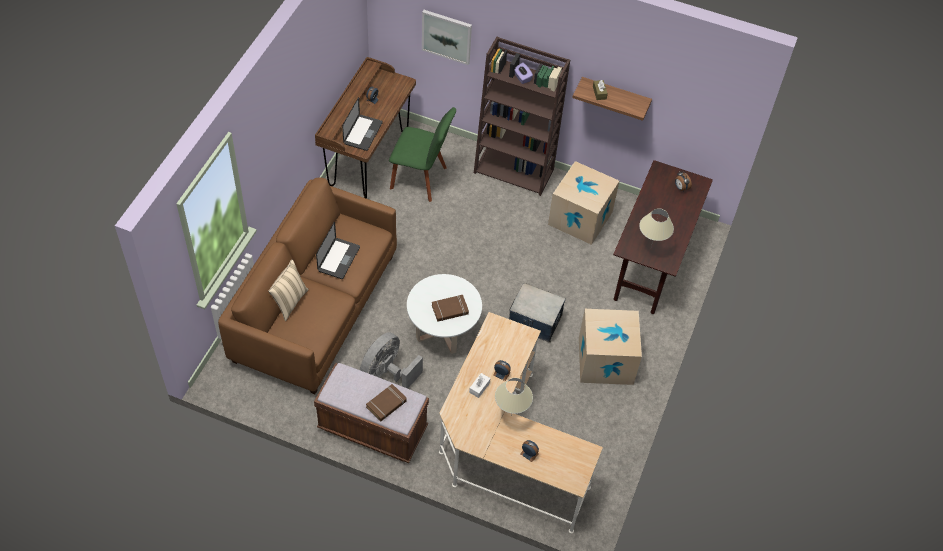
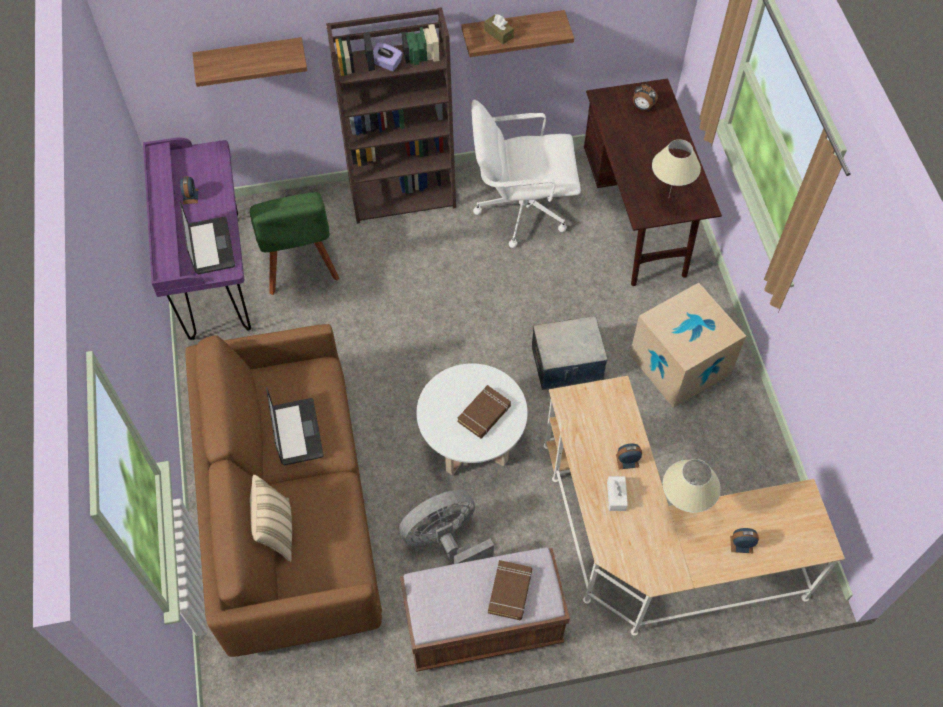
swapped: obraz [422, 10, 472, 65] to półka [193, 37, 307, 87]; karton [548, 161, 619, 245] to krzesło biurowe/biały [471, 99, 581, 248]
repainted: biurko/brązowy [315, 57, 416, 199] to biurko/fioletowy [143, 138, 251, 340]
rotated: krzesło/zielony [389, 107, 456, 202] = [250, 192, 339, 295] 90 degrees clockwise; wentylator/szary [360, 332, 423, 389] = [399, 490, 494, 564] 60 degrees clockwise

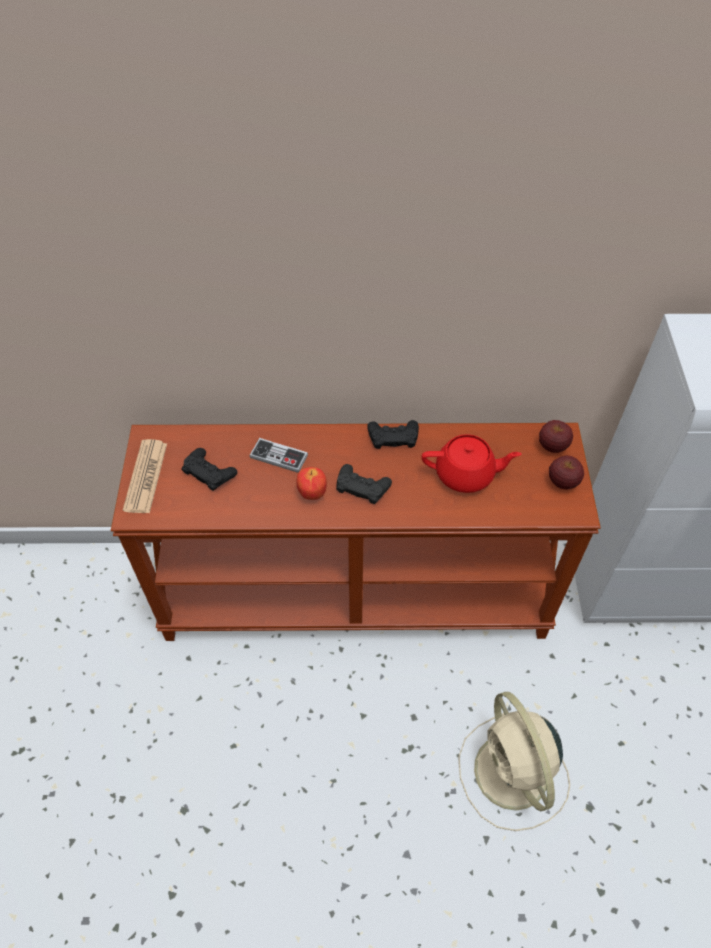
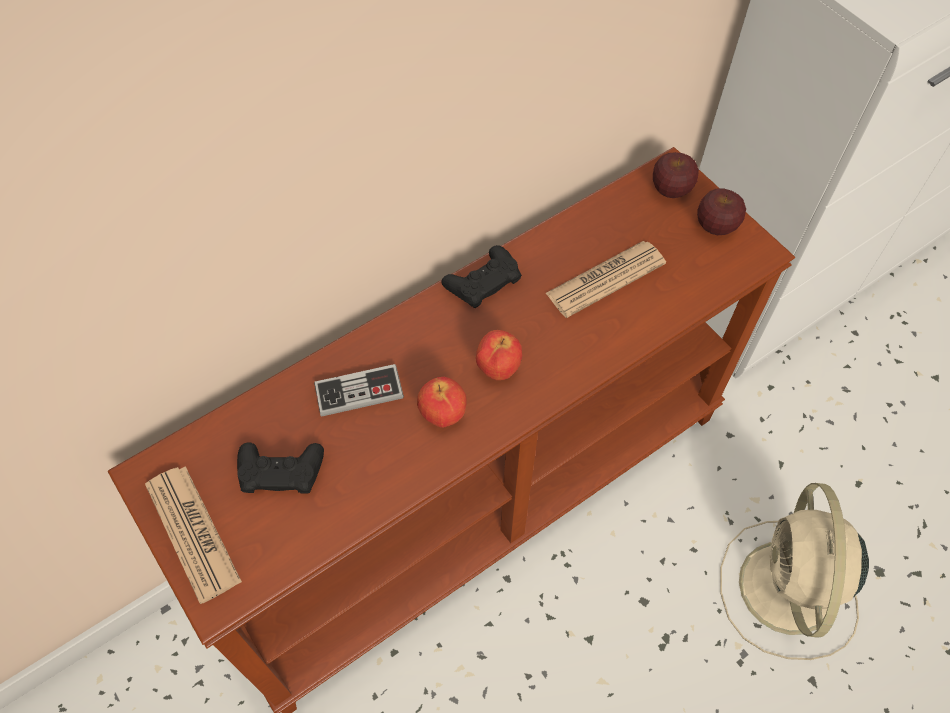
swapped: imbryk/czerwony [421, 434, 522, 493] to gazeta [545, 241, 666, 318]; pad do gier/czarny [336, 464, 392, 504] to jabłko [476, 330, 522, 380]
rotated: wentylator/beżowy [458, 692, 570, 831] = [720, 483, 869, 660] 60 degrees clockwise

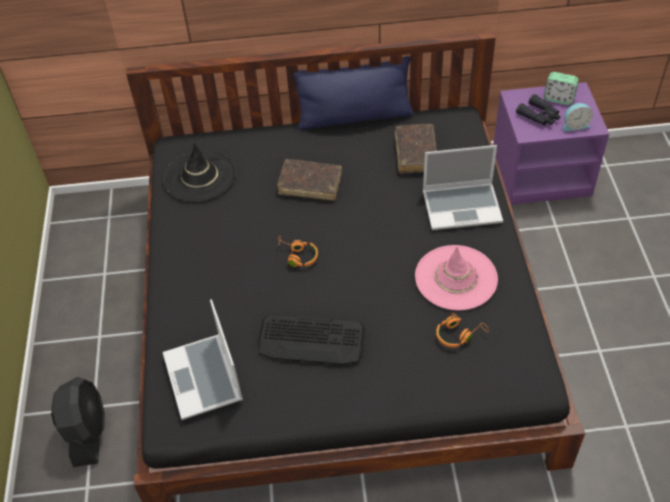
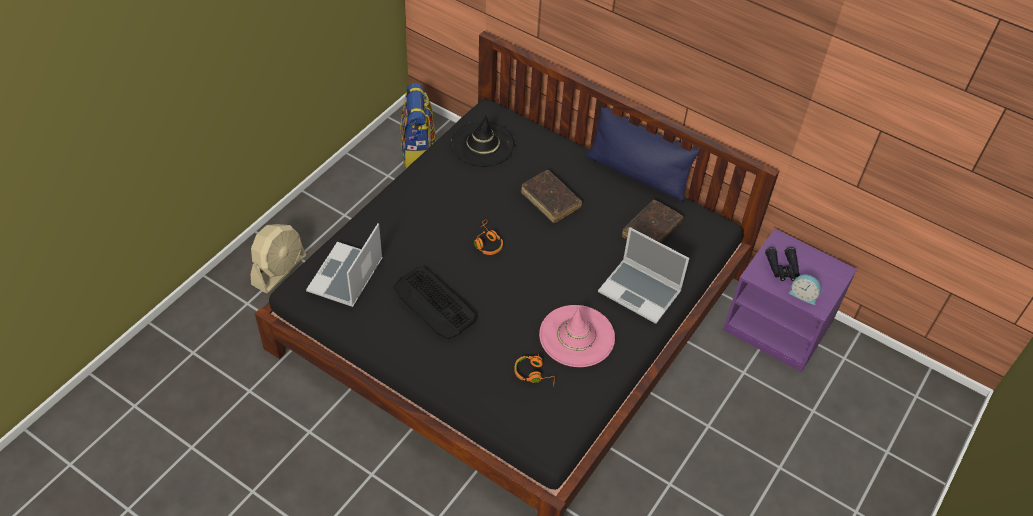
gone: budzik [544, 72, 579, 105]
new: plecak [400, 83, 436, 168]
repainted: wentylator/czarny [51, 377, 105, 467] to wentylator/beżowy [251, 224, 306, 294]

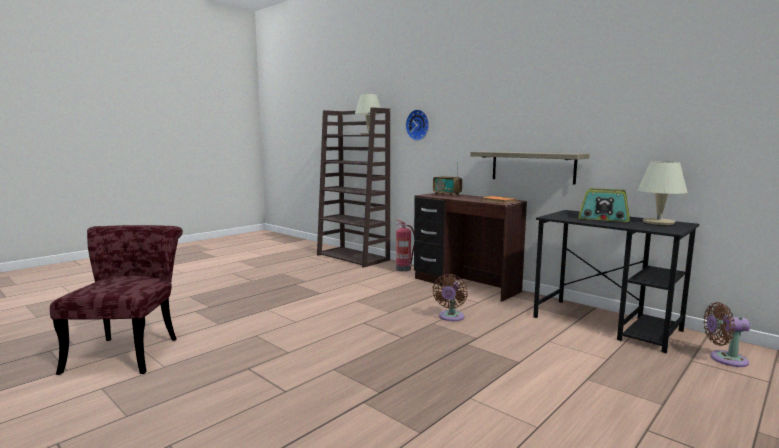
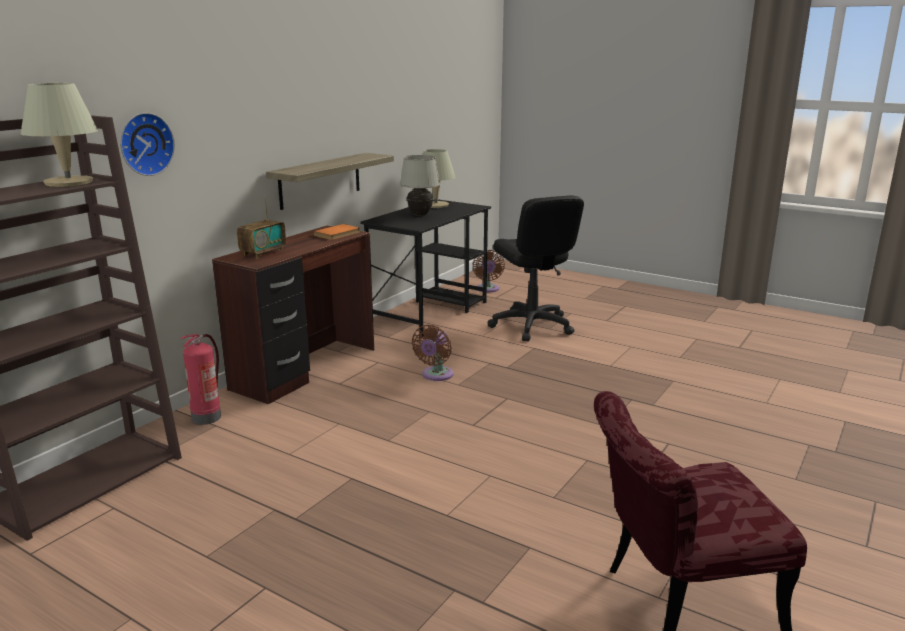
new: krzesło biurowe/czarny [488, 195, 584, 341]
swapped: radio [578, 188, 630, 222] to lampa stołowa/biały [400, 155, 440, 216]
rotated: wentylator/brązowy [433, 274, 468, 321] = [412, 325, 453, 381] 105 degrees clockwise

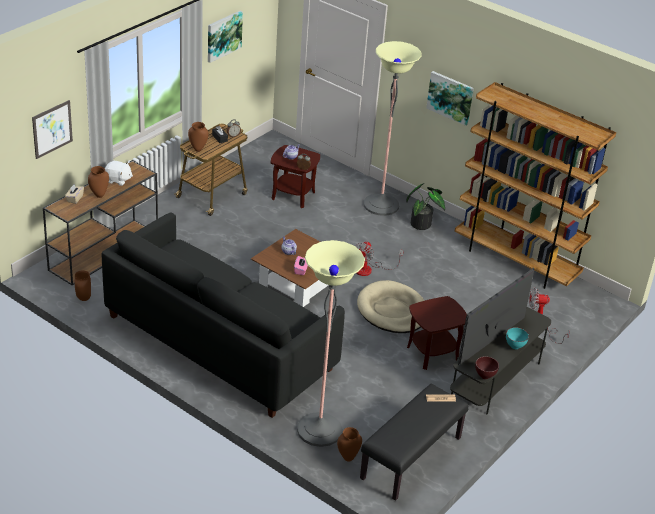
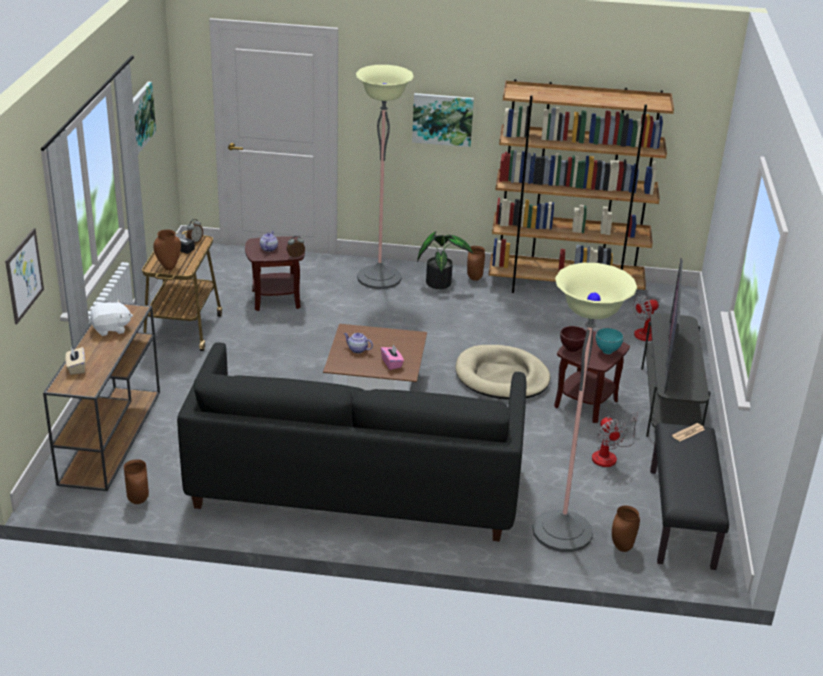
shifted: wazon/brązowy [88, 166, 109, 198] to [467, 246, 485, 281]; wentylator [355, 241, 404, 276] to [592, 413, 638, 467]; miska/turkusowy [506, 327, 529, 349] to [596, 328, 624, 354]; miska/brązowy [475, 356, 499, 379] to [560, 326, 587, 352]

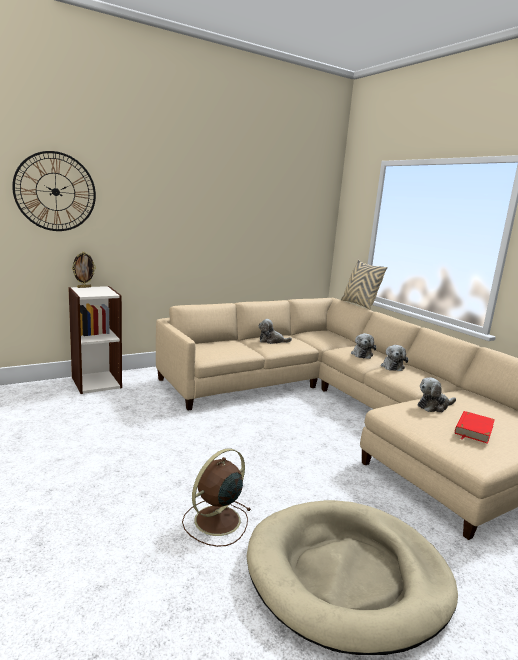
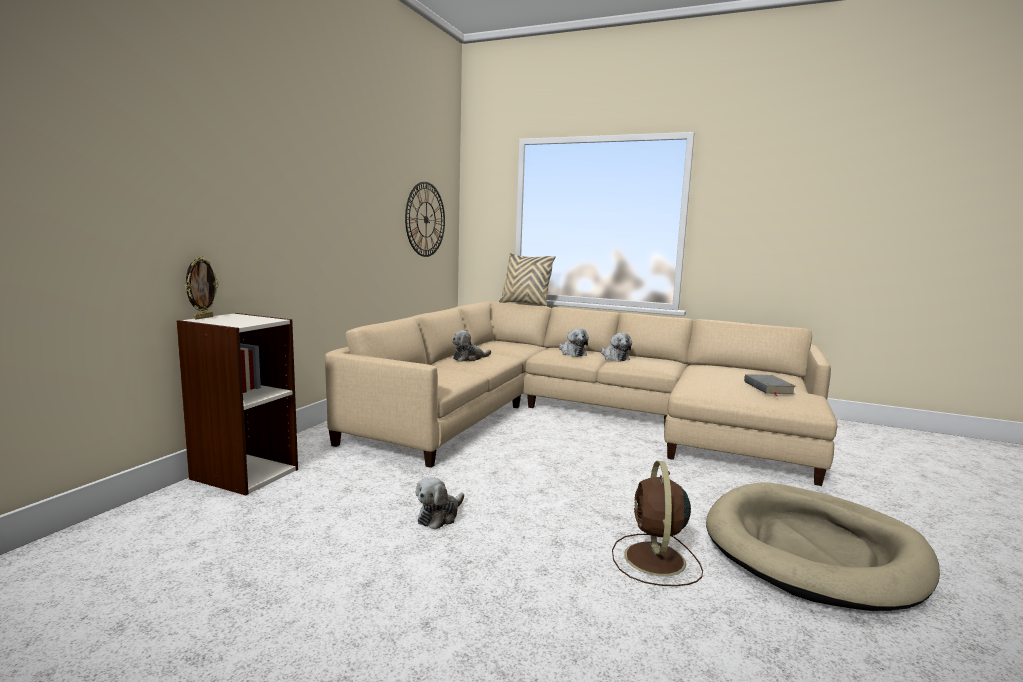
shifted: zegar ścienny [12, 151, 96, 231] to [405, 182, 445, 257]; pluszak [418, 378, 456, 412] to [416, 477, 464, 530]
repainted: książka/czerwony [455, 411, 495, 444] to książka/szary [744, 374, 796, 396]

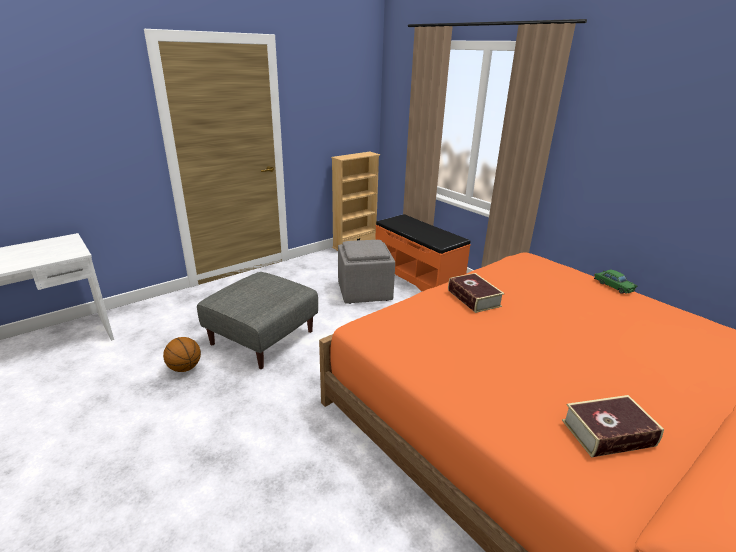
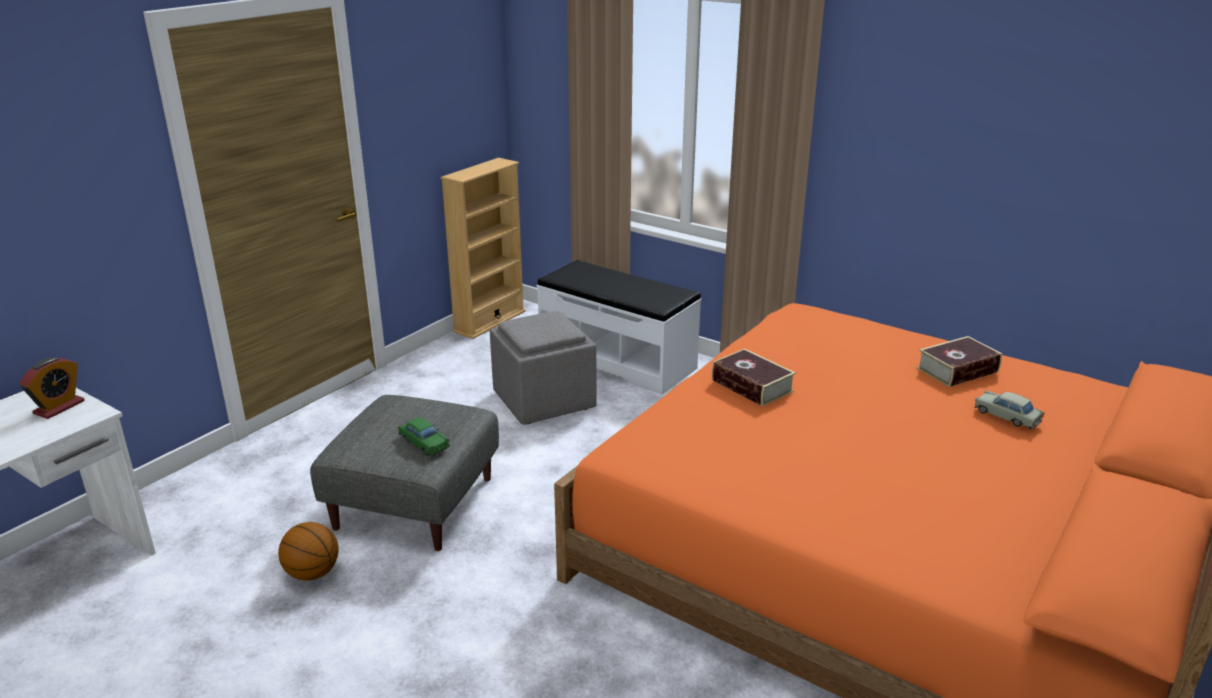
new: budzik [19, 357, 85, 419]; samochodzik/beżowy [975, 390, 1044, 429]
shifted: samochodzik/zielony [594, 270, 638, 294] to [398, 417, 450, 455]; książka [562, 395, 664, 458] to [916, 336, 1002, 387]
repainted: ławka/pomarańczowy [375, 214, 471, 292] to ławka/biały [537, 260, 701, 395]

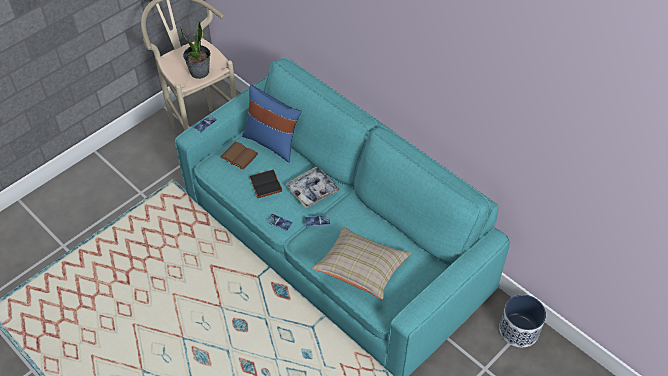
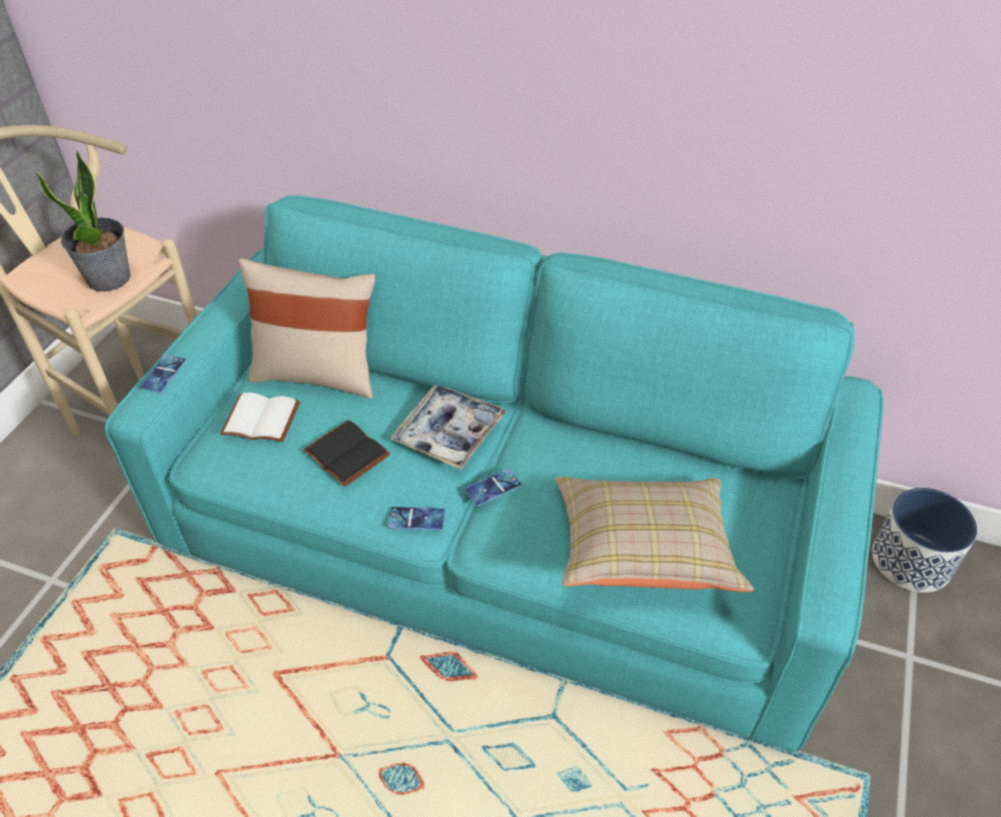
repainted: poduszka/niebieski [242, 85, 301, 163] to poduszka/beżowy [239, 258, 375, 398]; książka/brązowy [220, 142, 258, 170] to książka/biały [220, 393, 300, 442]

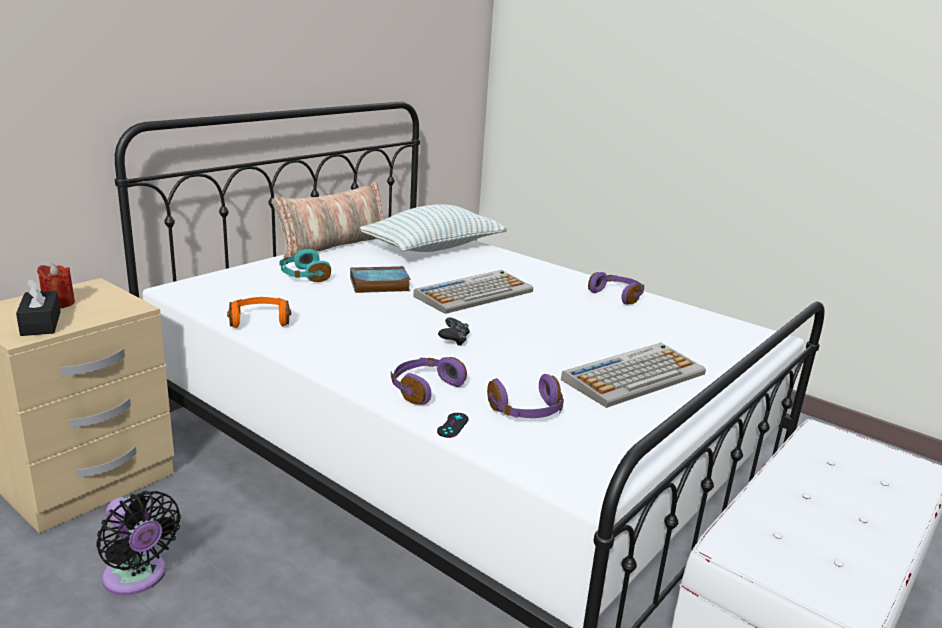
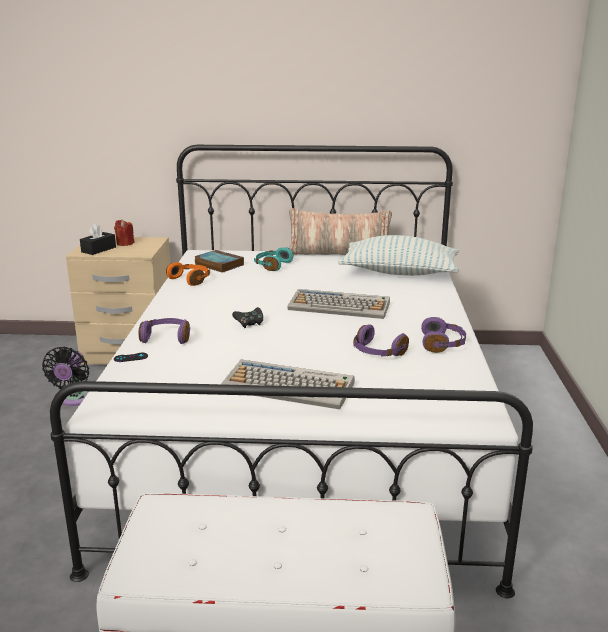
shifted: książka [350, 266, 411, 293] to [194, 250, 244, 273]; słuchawki/fioletowy [487, 374, 564, 418] to [353, 324, 409, 356]

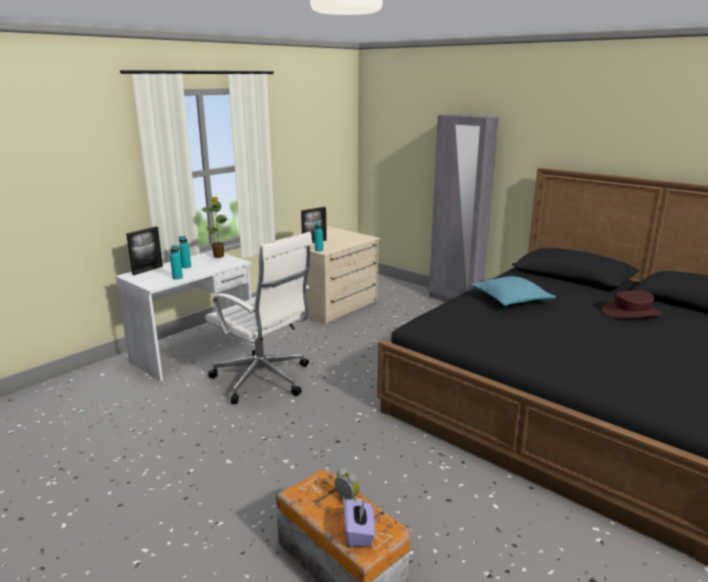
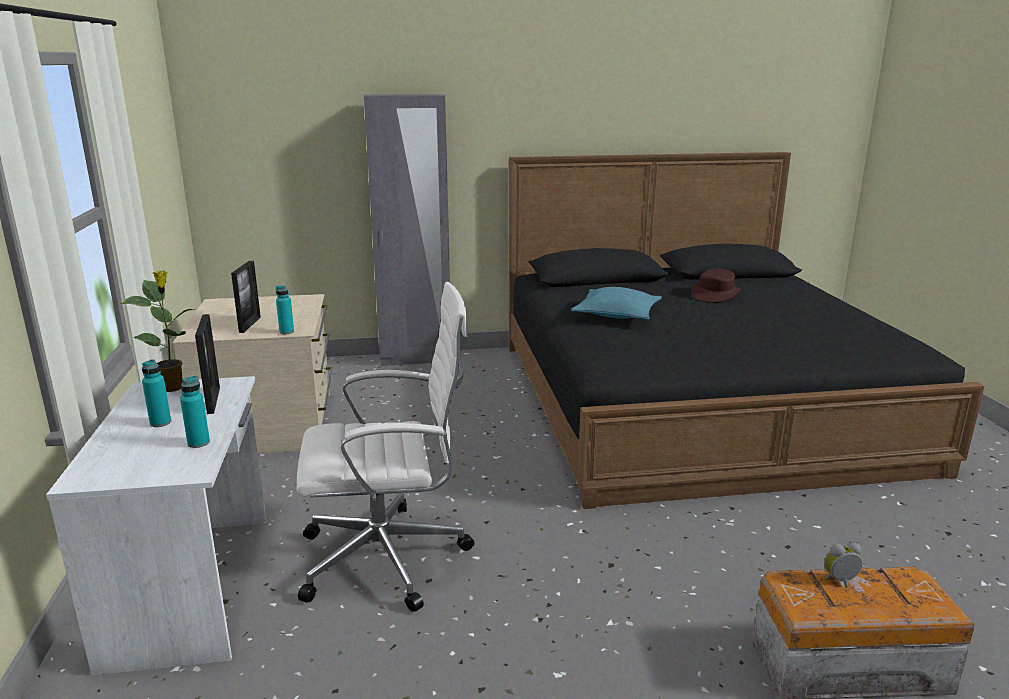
gone: pudełko chusteczek/fioletowy [344, 499, 375, 547]
shifted: ramka na zdjęcie [126, 226, 163, 275] to [195, 314, 220, 414]

